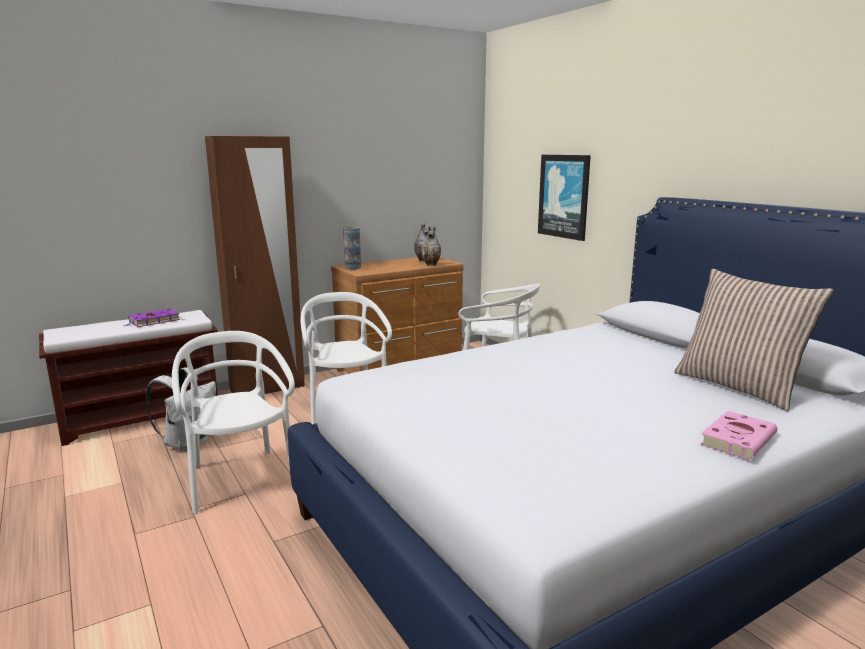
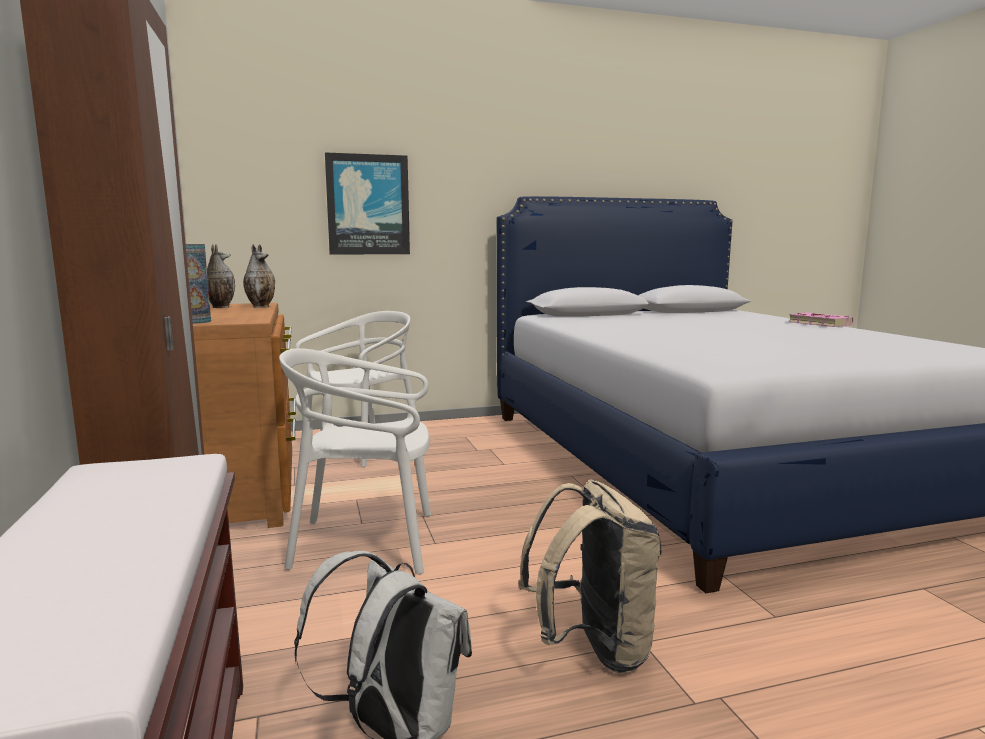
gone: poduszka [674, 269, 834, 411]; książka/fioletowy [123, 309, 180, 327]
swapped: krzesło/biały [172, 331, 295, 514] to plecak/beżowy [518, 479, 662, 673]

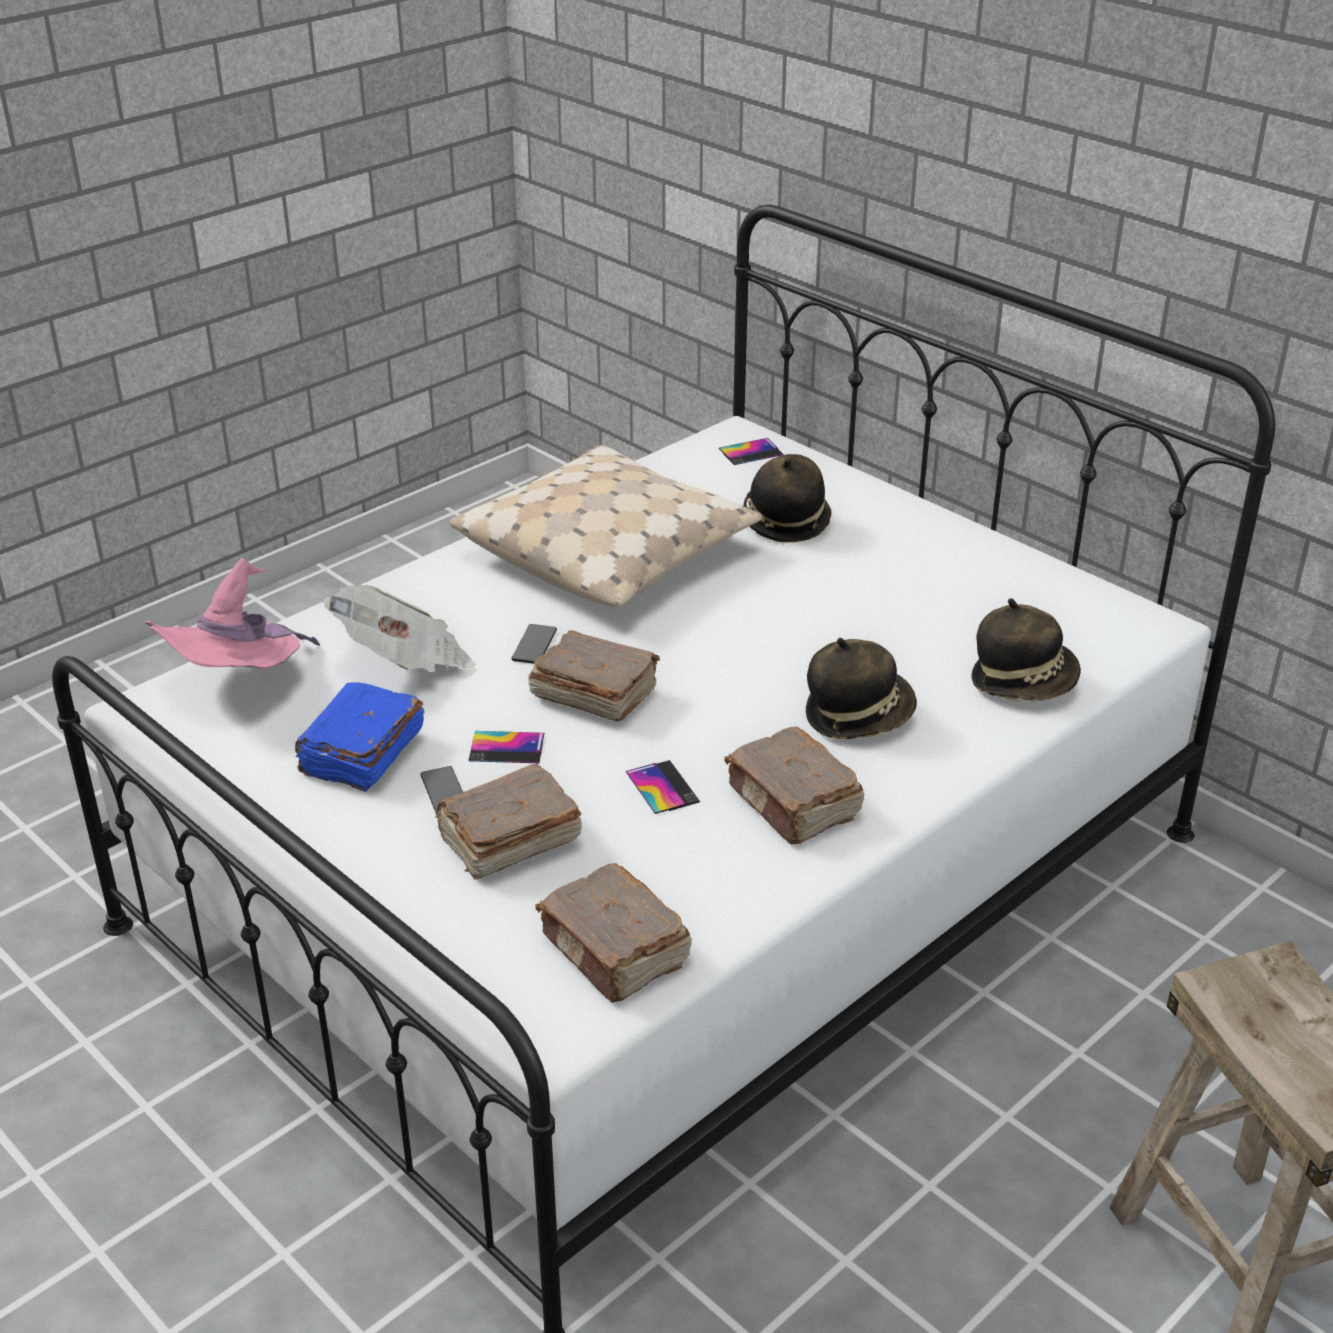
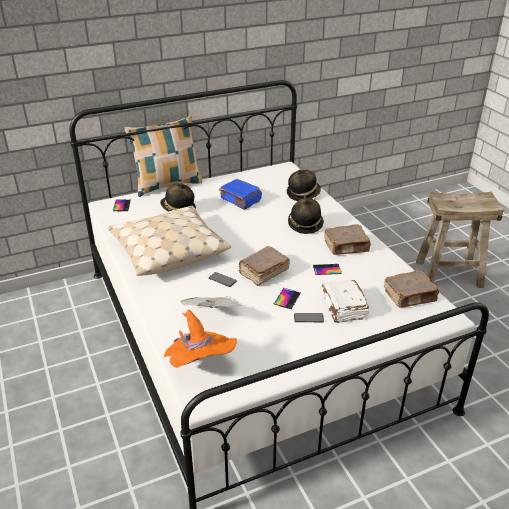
new: poduszka [125, 116, 202, 197]
shifted: książka/niebieski [295, 683, 424, 792] to [219, 179, 262, 209]
repainted: kapelusz/różowy [144, 558, 320, 669] to kapelusz/pomarańczowy [164, 310, 237, 368]; książka/brązowy [435, 764, 582, 880] to książka/biały [322, 279, 369, 323]

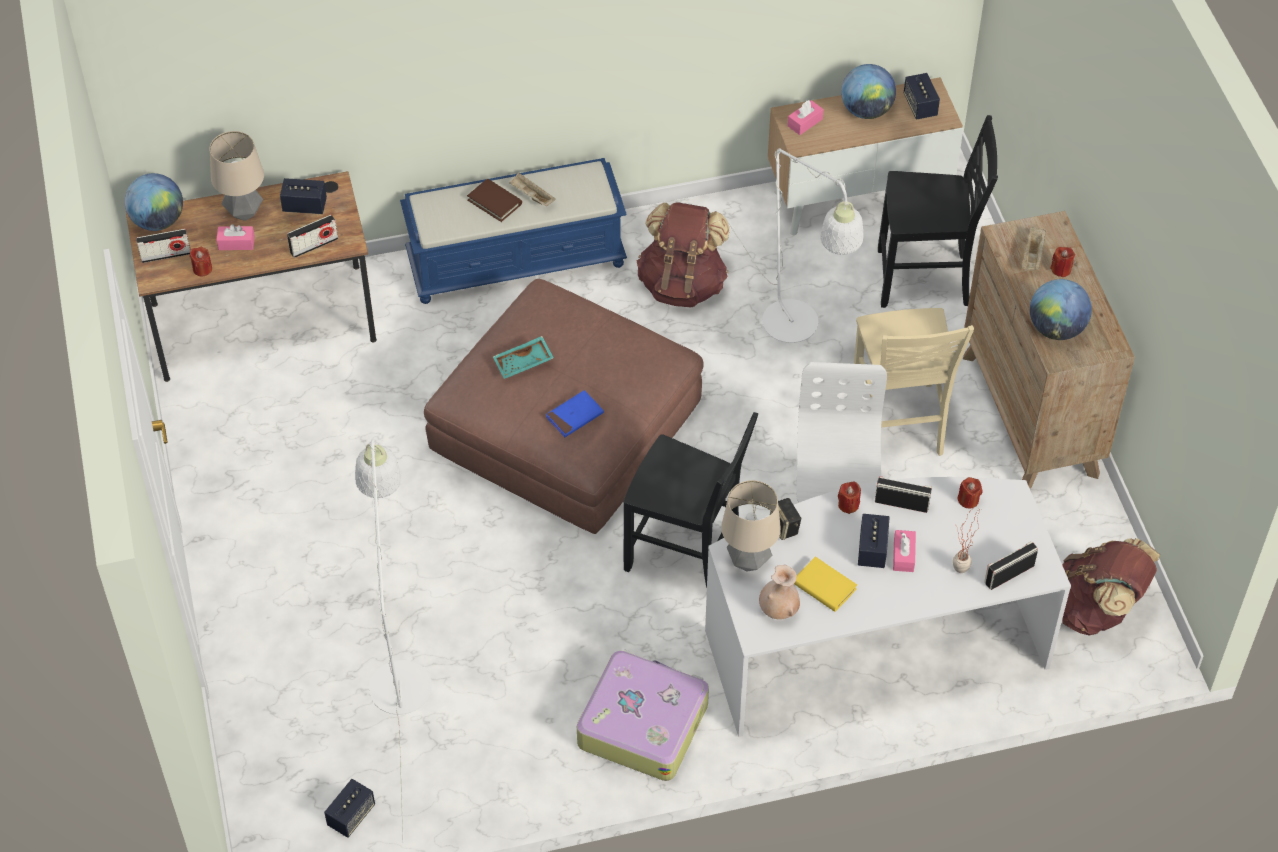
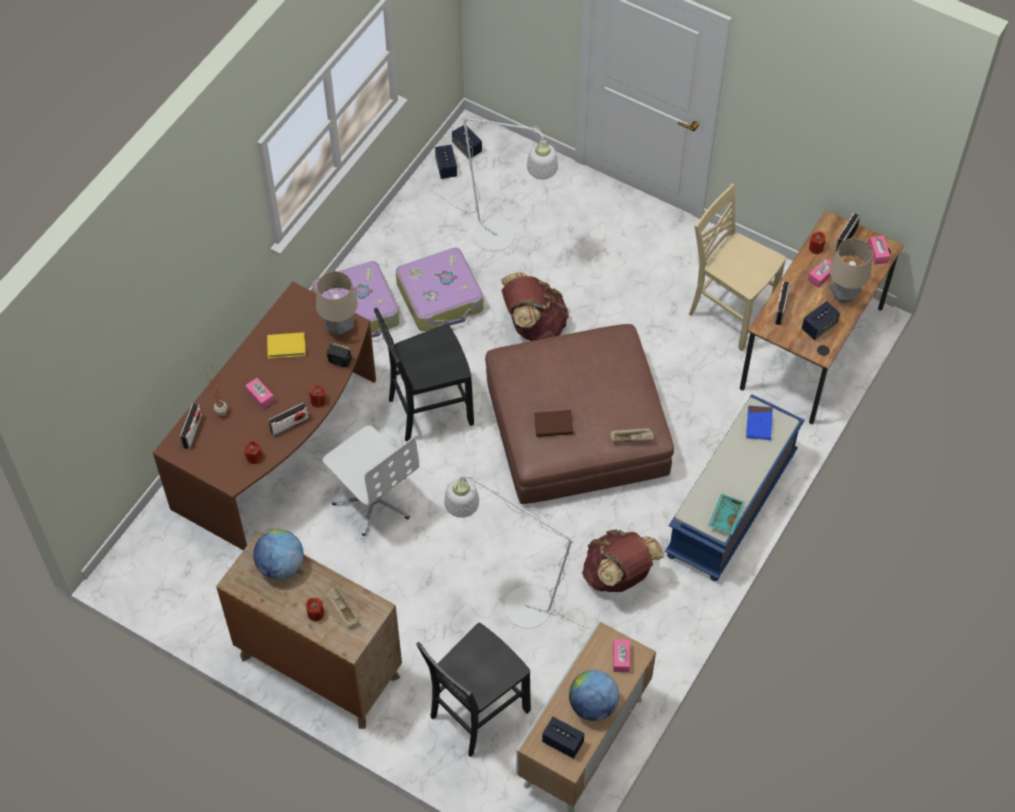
gone: wazon/beżowy [759, 565, 800, 620]
new: walizka [396, 248, 484, 331]
shifted: taca/beżowy [509, 173, 556, 206] to [611, 427, 654, 442]; książka/brązowy [467, 179, 522, 222] to [534, 410, 574, 437]; krzesło/beżowy [854, 308, 974, 456] to [689, 184, 786, 351]; taca/turkusowy [493, 336, 554, 379] to [708, 493, 745, 535]; książka/niebieski [546, 390, 604, 437] to [746, 405, 773, 440]; głośnik [858, 514, 890, 568] to [452, 125, 482, 159]; plecak/brązowy [1062, 538, 1160, 635] to [501, 272, 569, 341]
swapped: globus [125, 173, 183, 231] to pudełko chusteczek/różowy [869, 236, 890, 265]
repainted: biurko/biały [705, 477, 1071, 737] to biurko/brązowy [153, 282, 376, 550]

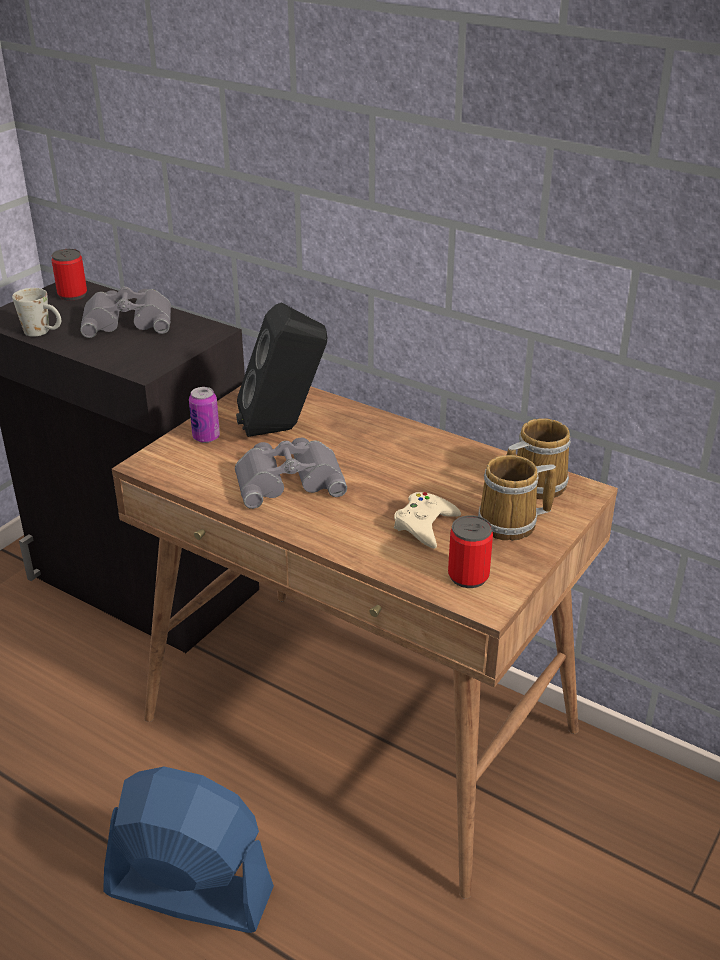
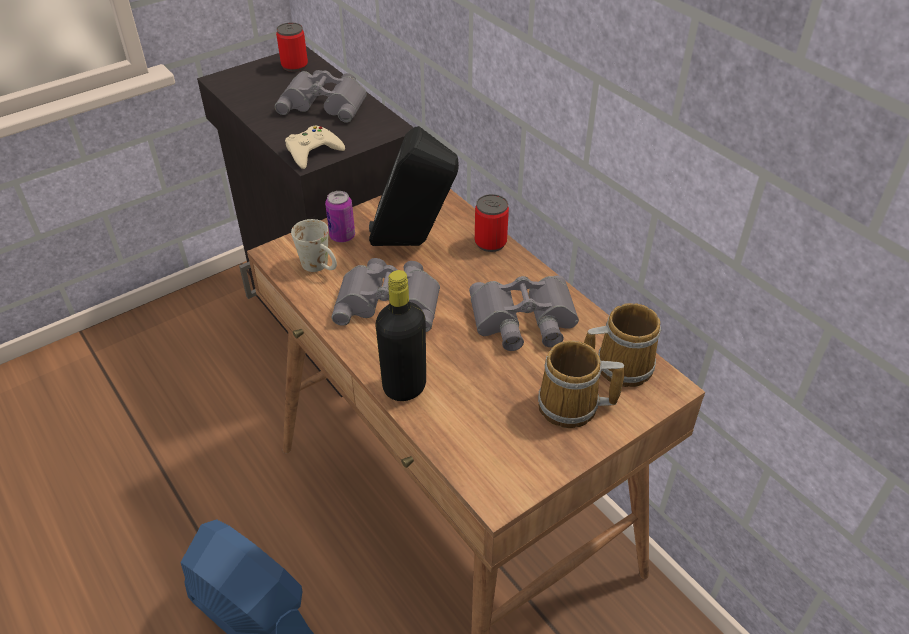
new: butelka/czarny [375, 270, 426, 401]; lornetka/szary [469, 275, 579, 351]
shifted: kubek/biały [12, 288, 61, 337] to [291, 219, 337, 272]; pad do gier/beżowy [394, 492, 461, 549] to [285, 126, 345, 169]; puszka [448, 515, 493, 588] to [475, 194, 509, 252]

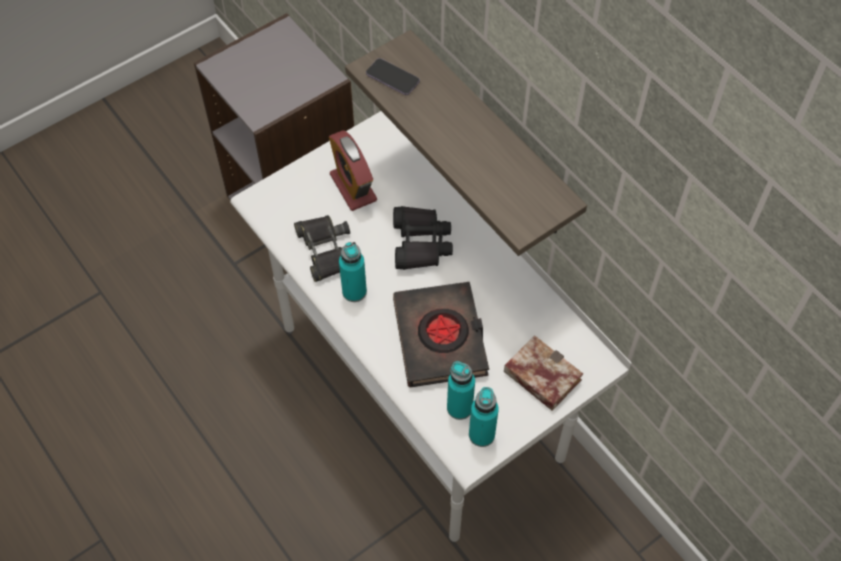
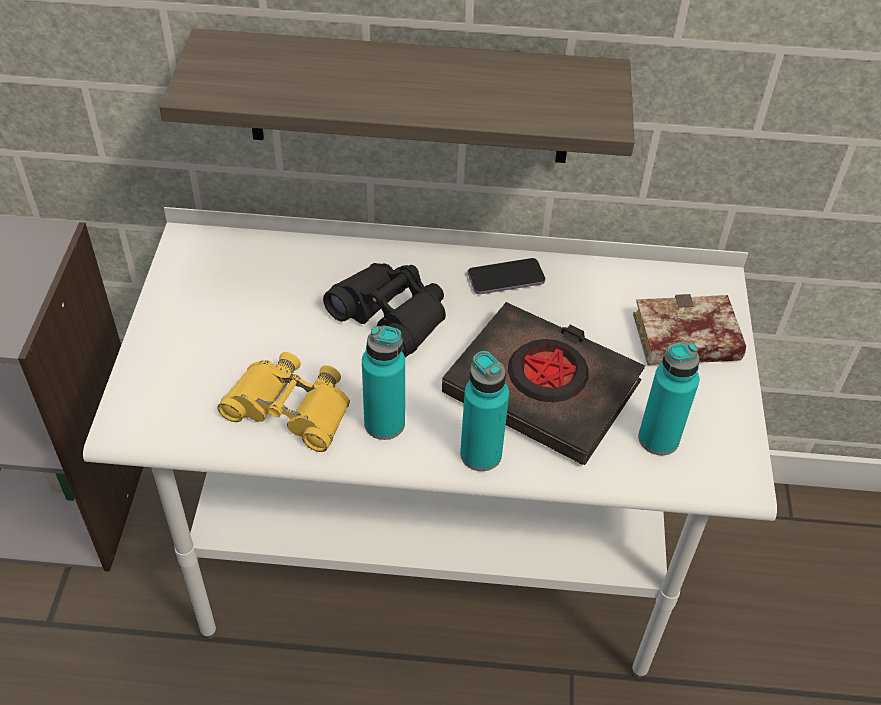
gone: budzik [329, 130, 377, 211]
shifted: telefon [366, 58, 420, 95] to [468, 258, 545, 294]; butelka/turkusowy [469, 387, 499, 447] to [460, 351, 509, 471]
repainted: lornetka/czarny [294, 215, 356, 282] to lornetka/żółty [217, 352, 350, 452]

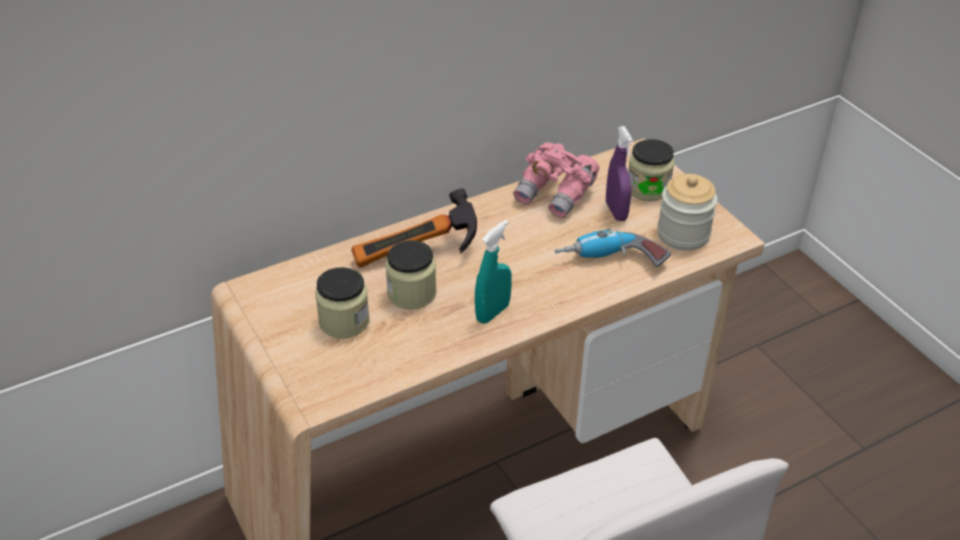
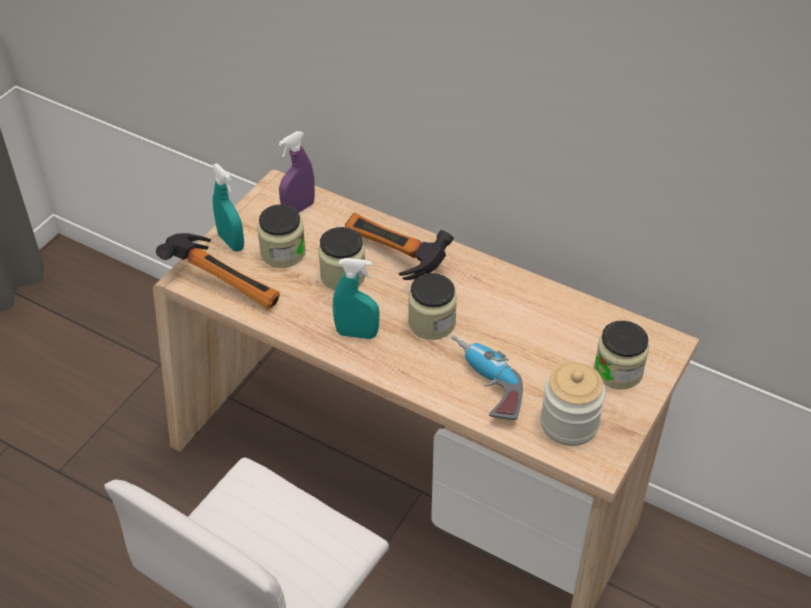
gone: lornetka/różowy [513, 142, 599, 218]
new: spryskiwacz/turkusowy [212, 163, 244, 251]; młotek [156, 233, 280, 309]; słoik [408, 273, 457, 340]
shifted: spryskiwacz/fioletowy [606, 126, 633, 221] to [279, 131, 315, 213]

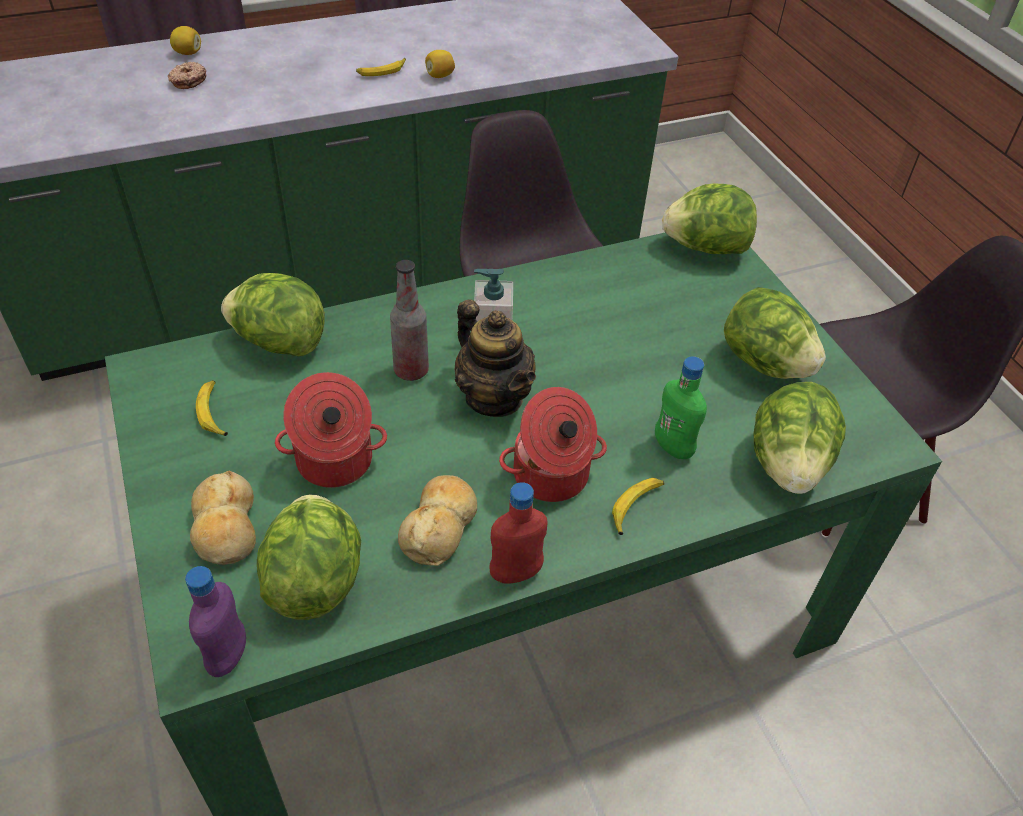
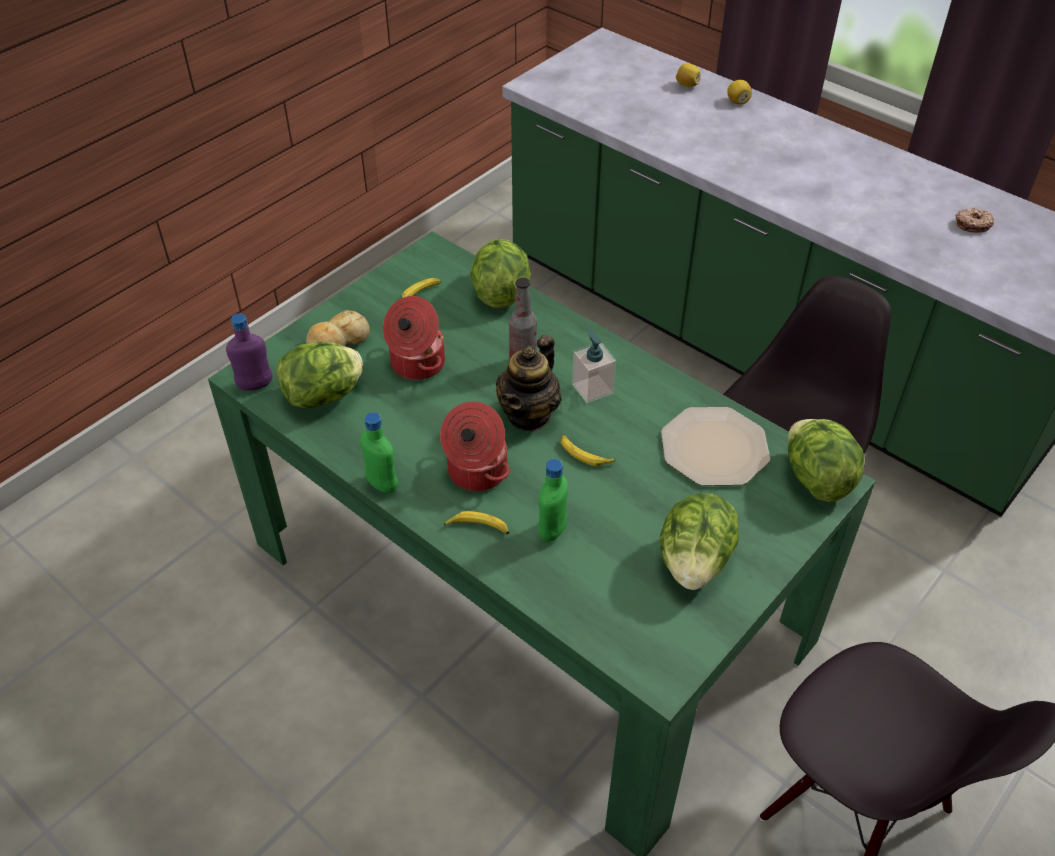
gone: sałata [754, 382, 846, 494]; chleb [398, 475, 477, 566]
new: talerz [661, 407, 770, 486]
shifted: cytryna [425, 50, 455, 78] to [676, 63, 701, 87]; banan [356, 58, 406, 76] to [561, 434, 615, 466]; donut [168, 62, 206, 89] to [956, 208, 994, 233]
repainted: butelka/czerwony [489, 482, 548, 584] to butelka/zielony [360, 412, 398, 493]

